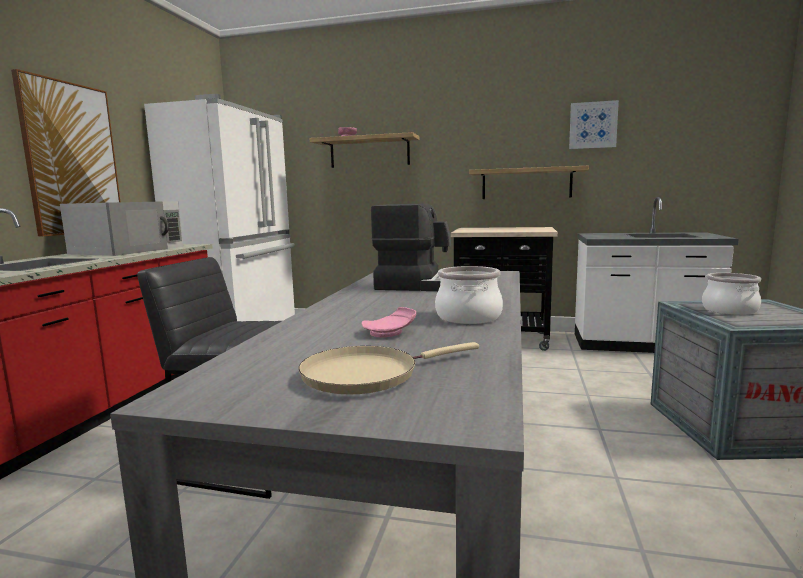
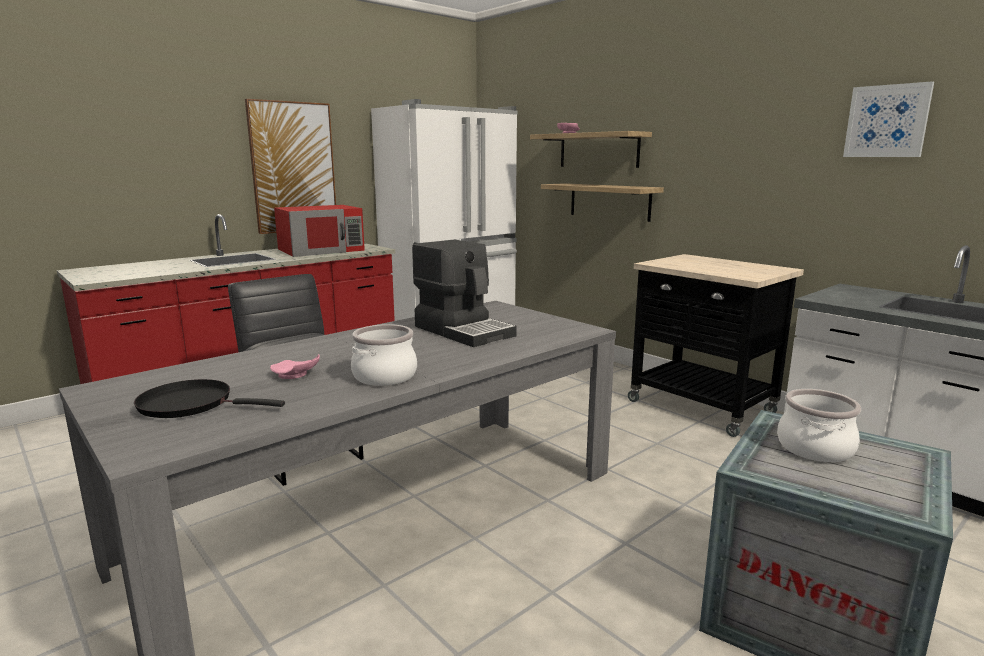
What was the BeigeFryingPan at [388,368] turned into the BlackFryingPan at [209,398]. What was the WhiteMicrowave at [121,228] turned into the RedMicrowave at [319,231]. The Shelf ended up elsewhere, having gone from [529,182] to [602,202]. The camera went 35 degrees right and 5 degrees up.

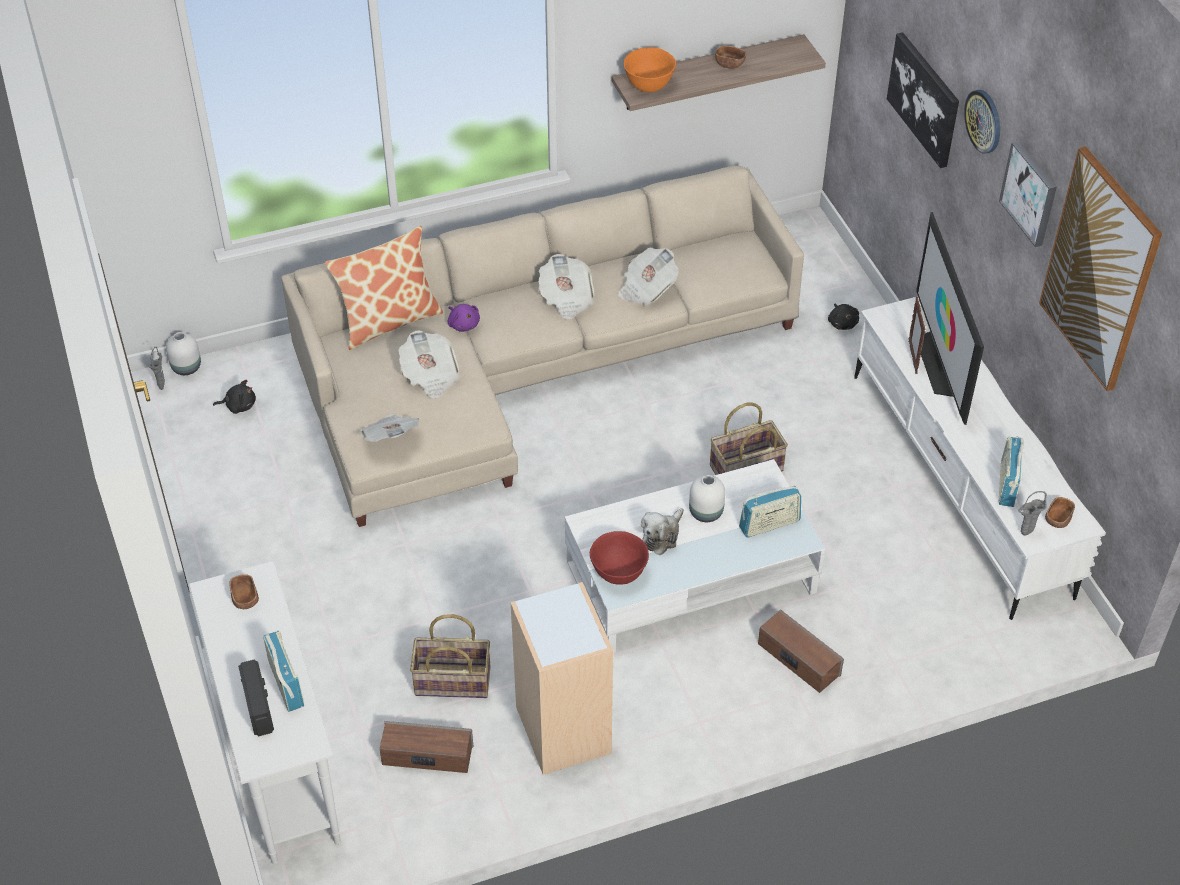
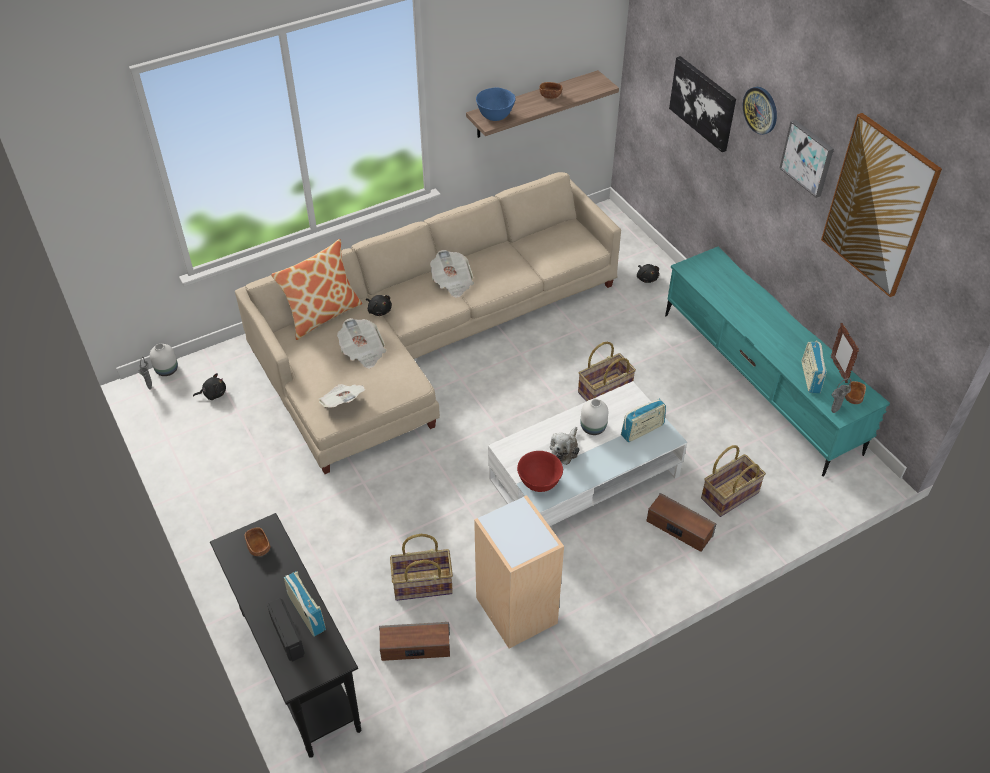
What was the WhiteConsoleTable at [265,712] turned into the BlackConsoleTable at [285,635]. What was the PurplePlushToy at [464,318] turned into the BlackPlushToy at [379,305]. What was the OrangeBowl at [650,69] turned into the BlueBowl at [496,104]. What was the WhiteTvStand at [980,458] turned into the TurquoiseTvStand at [777,362]. The second view gained the Basket at [733,481]. The PictureFrame ended up elsewhere, having gone from [917,335] to [845,353]. The second view lost the Newspaper at [648,276]. The second view lost the Television at [950,318]. The camera went 10 degrees left and 0 degrees up.

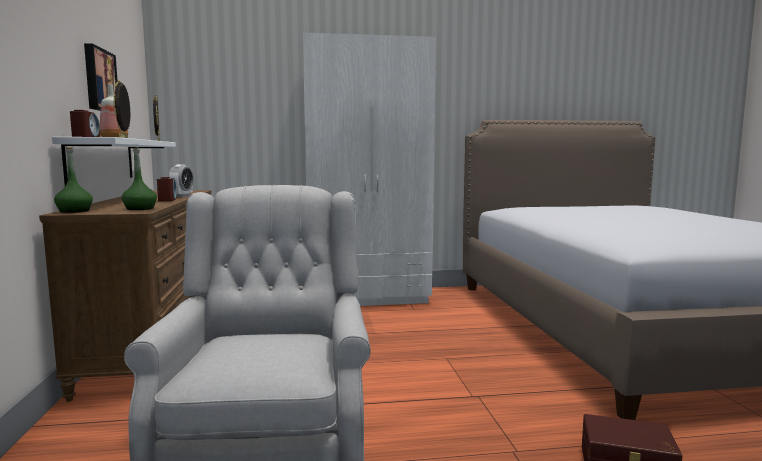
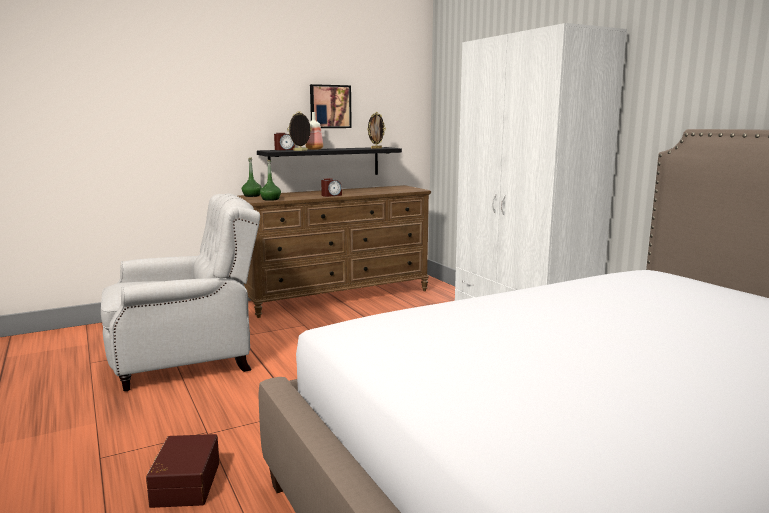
What was the WhiteShelf at [114,161] turned into the BlackShelf at [329,161]. The second view lost the AlarmClock at [181,180]. The camera went 70 degrees right and 5 degrees up.

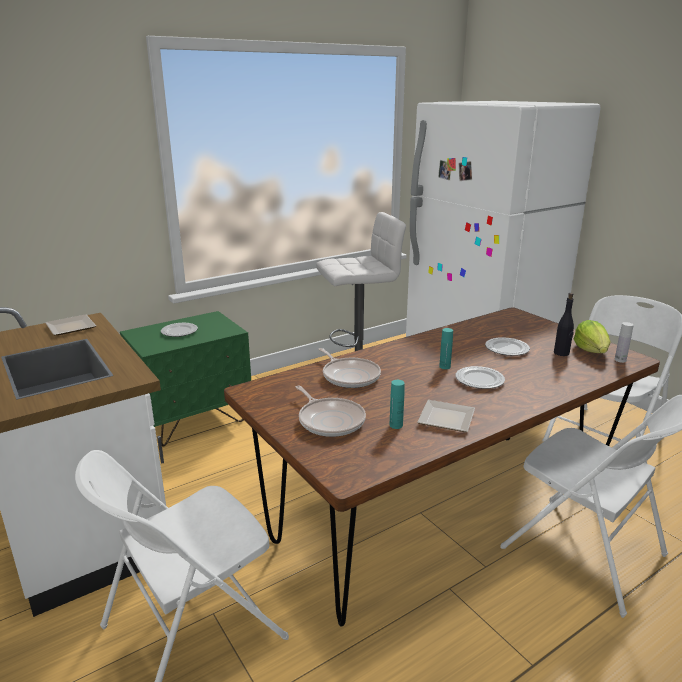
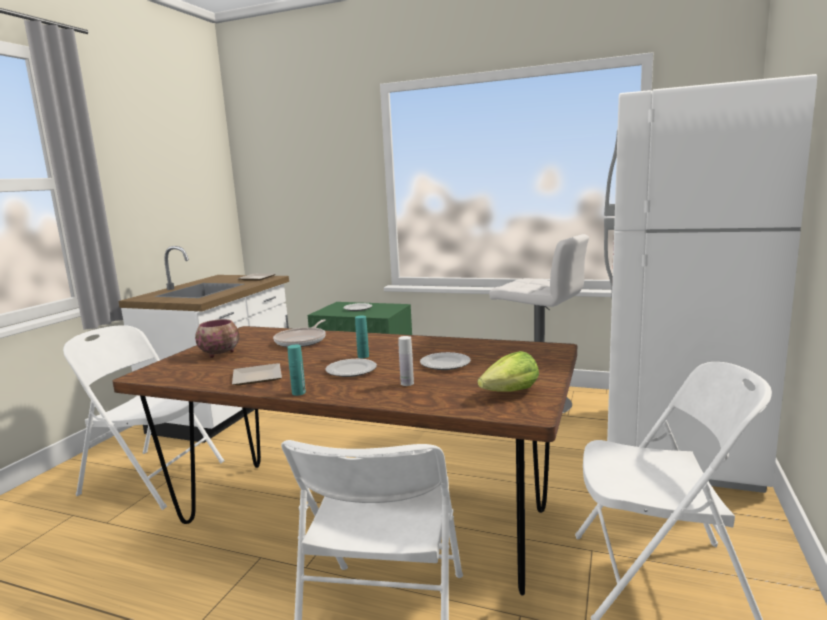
Where the FryingPan stood at [331,411], the Bowl came to stand at [217,338]. The TurquoiseBottle ended up elsewhere, having gone from [397,404] to [296,370]. The WhiteBottle ended up elsewhere, having gone from [624,342] to [406,361]. The second view lost the BlackBottle at [564,324]. The camera went 55 degrees right and 10 degrees down.

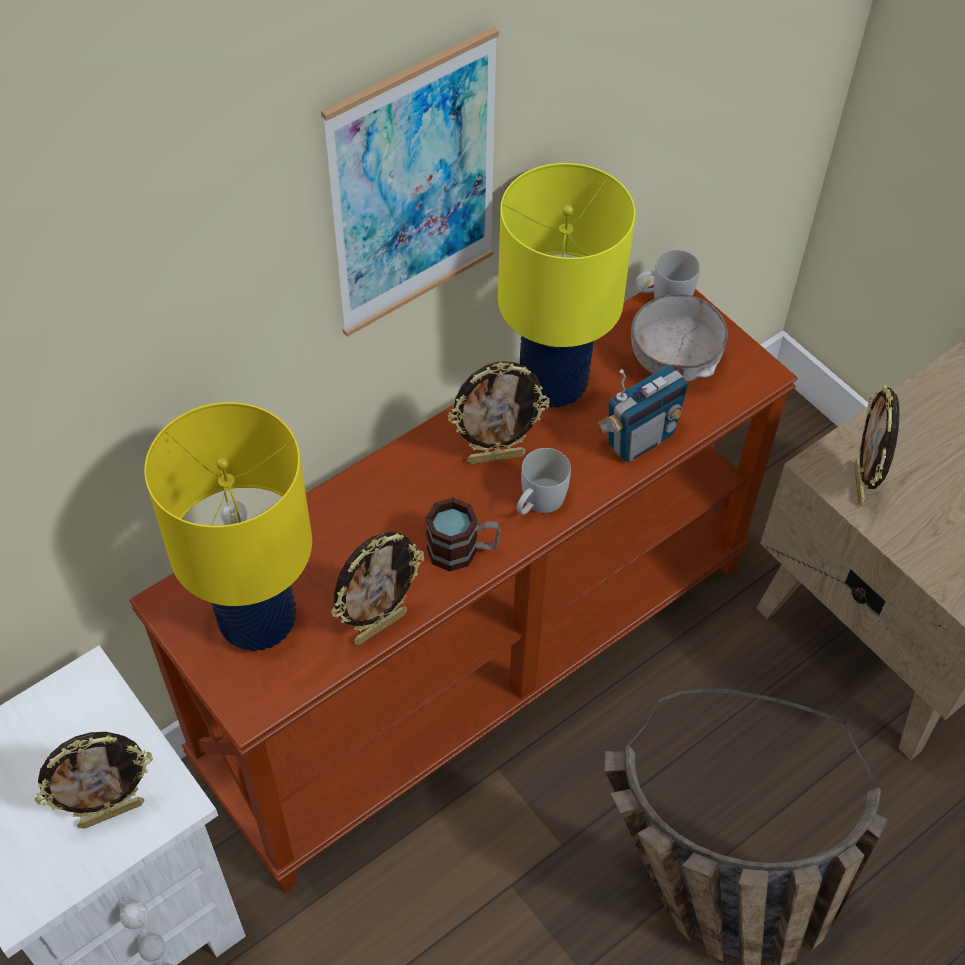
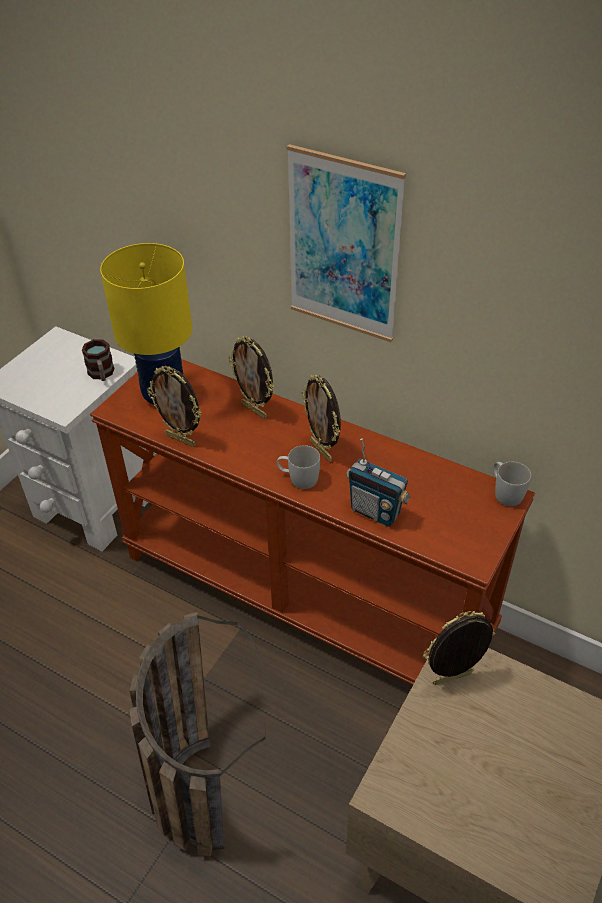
The Mug ended up elsewhere, having gone from [463,535] to [98,360]. The PictureFrame ended up elsewhere, having gone from [94,780] to [251,377]. The second view lost the YellowTableLamp at [566,285]. The second view lost the GreyBowl at [679,338]. The camera went 70 degrees right and 10 degrees down.

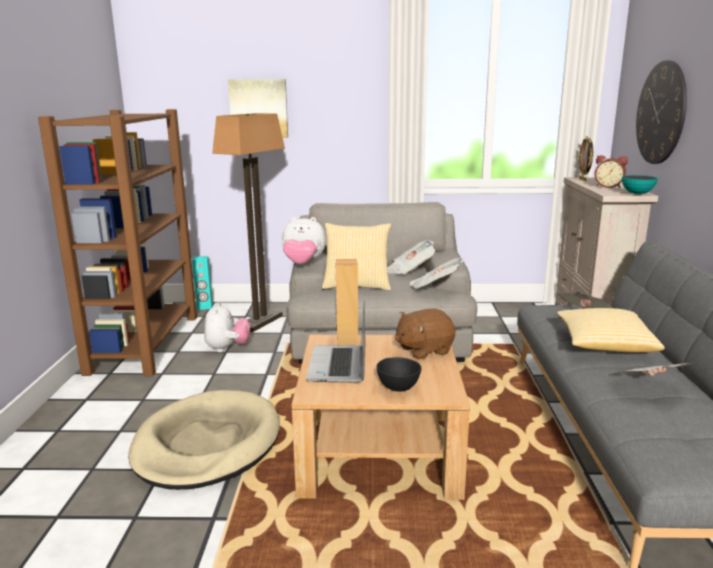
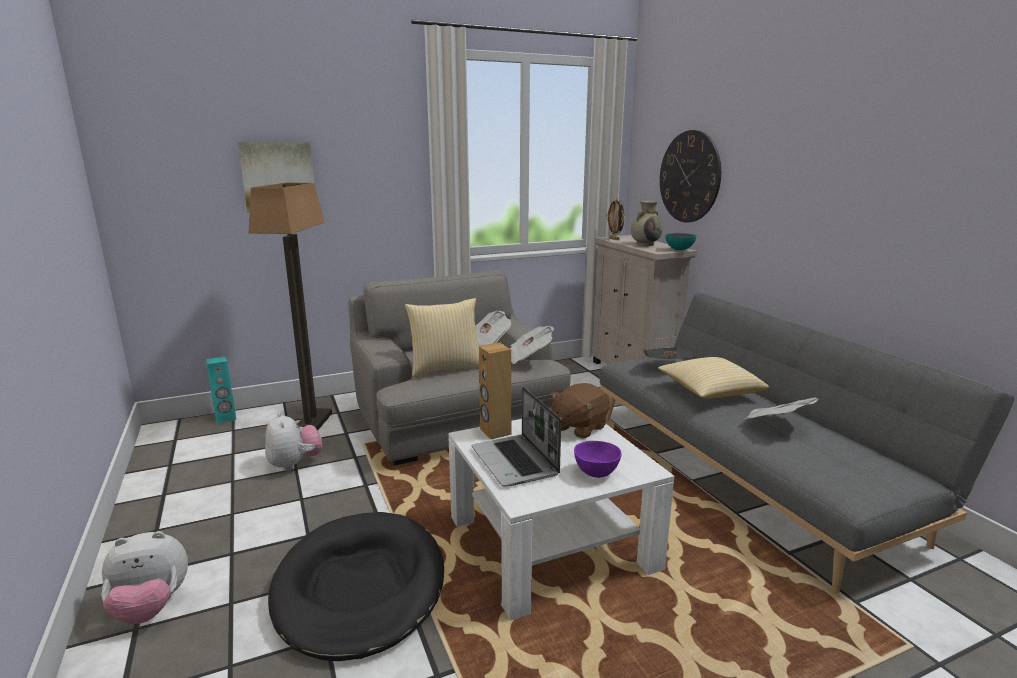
The PlushToy ended up elsewhere, having gone from [304,240] to [144,577]. What was the BeigeDogBed at [204,440] turned into the BlackDogBed at [356,586]. What was the BrownCoffeeTable at [381,417] turned into the WhiteCoffeeTable at [561,519]. What was the BlackBowl at [398,374] turned into the PurpleBowl at [598,459]. Where the AlarmClock stood at [611,171], the BeigeVase came to stand at [647,223]. The second view lost the BrownBookcase at [117,242]. The camera went 25 degrees left and 0 degrees up.

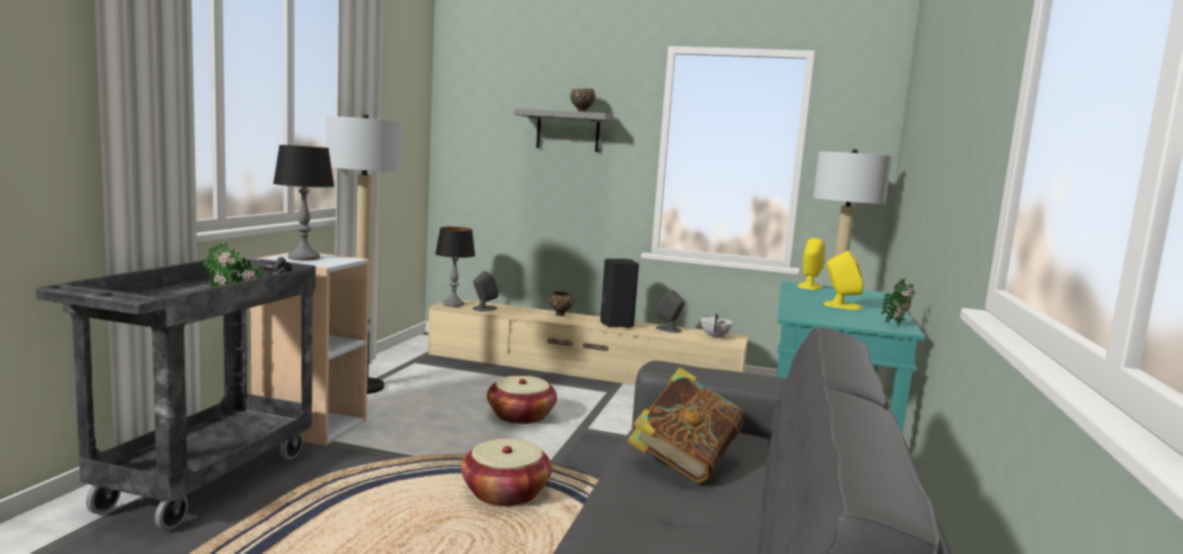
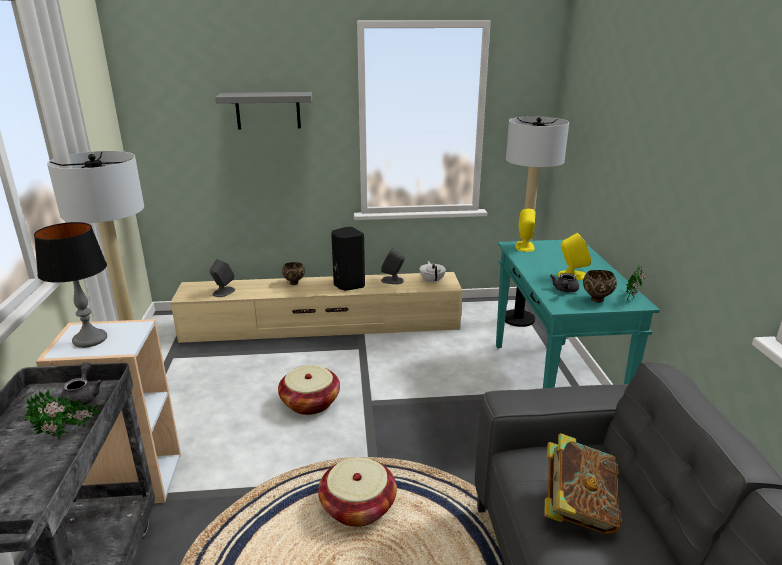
The second view gained the GreyTeapot at [564,283]. The BrownBowl ended up elsewhere, having gone from [583,100] to [600,286]. The second view lost the TableLamp at [455,267]. The camera went 20 degrees left and 15 degrees up.

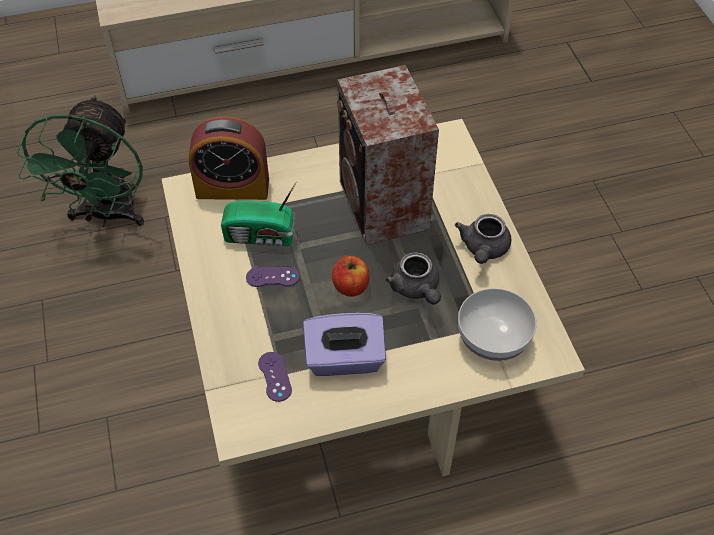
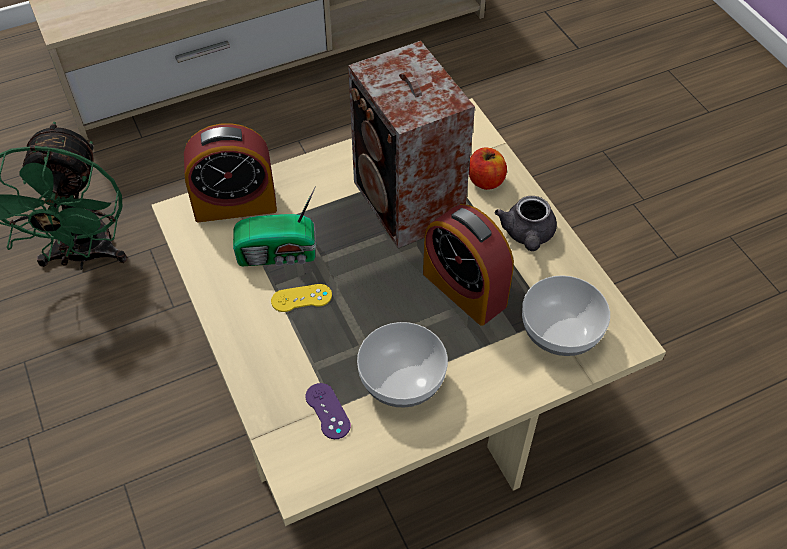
What was the PurpleGameController at [273,277] turned into the YellowGameController at [301,298]. Where the PurpleTissueBox stood at [344,344], the Bowl came to stand at [402,365]. Where the GreyTeapot stood at [413,278], the AlarmClock came to stand at [468,265]. The Apple ended up elsewhere, having gone from [350,276] to [488,168]. The camera went 10 degrees left and 0 degrees up.

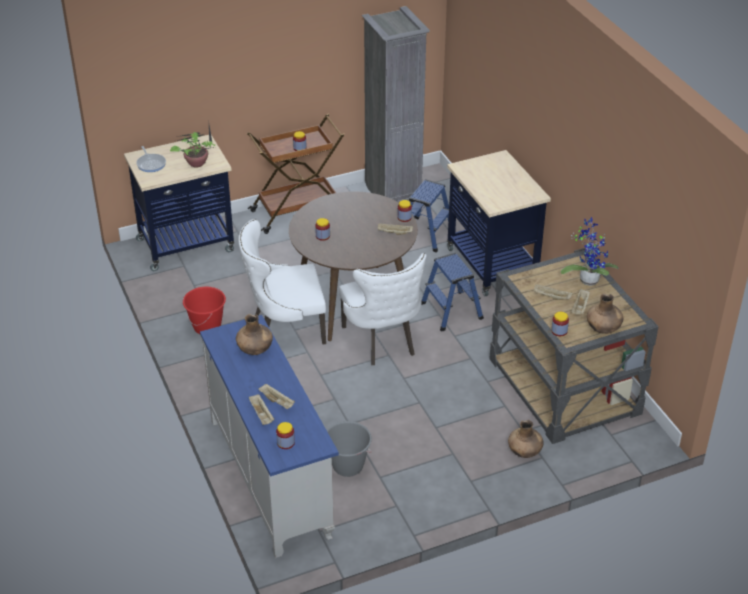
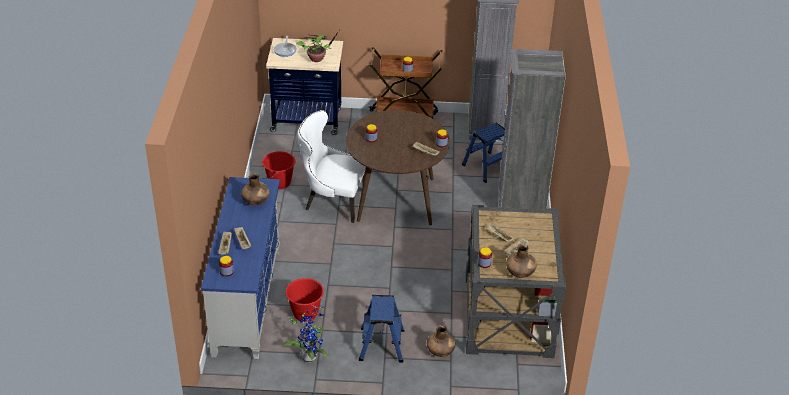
The PottedPlant ended up elsewhere, having gone from [589,251] to [306,335]. What was the GreyBucket at [349,449] turned into the RedBucket at [305,300]. The BlueStepLadder ended up elsewhere, having gone from [452,292] to [382,329]. Where the BlueCart stood at [499,223], the GreyCabinet came to stand at [532,129]. The second view lost the WhiteChair at [383,309]. The camera went 25 degrees right and 0 degrees up.

